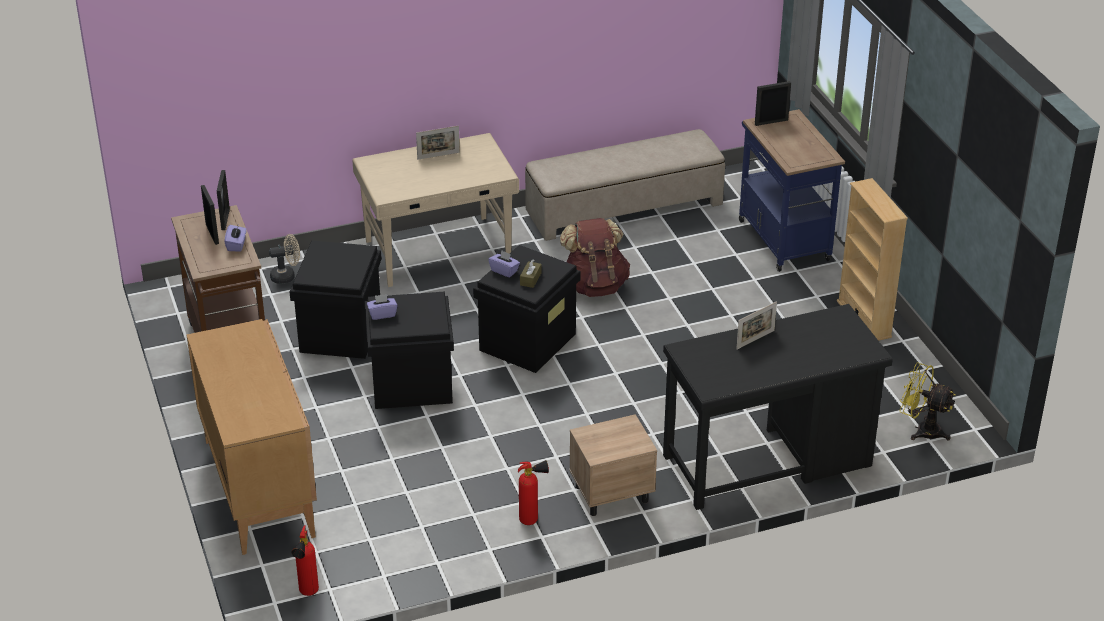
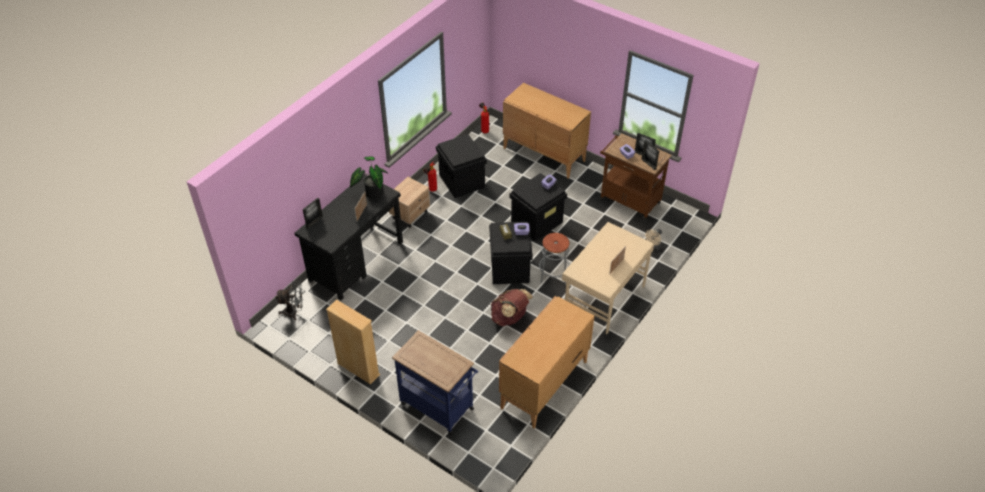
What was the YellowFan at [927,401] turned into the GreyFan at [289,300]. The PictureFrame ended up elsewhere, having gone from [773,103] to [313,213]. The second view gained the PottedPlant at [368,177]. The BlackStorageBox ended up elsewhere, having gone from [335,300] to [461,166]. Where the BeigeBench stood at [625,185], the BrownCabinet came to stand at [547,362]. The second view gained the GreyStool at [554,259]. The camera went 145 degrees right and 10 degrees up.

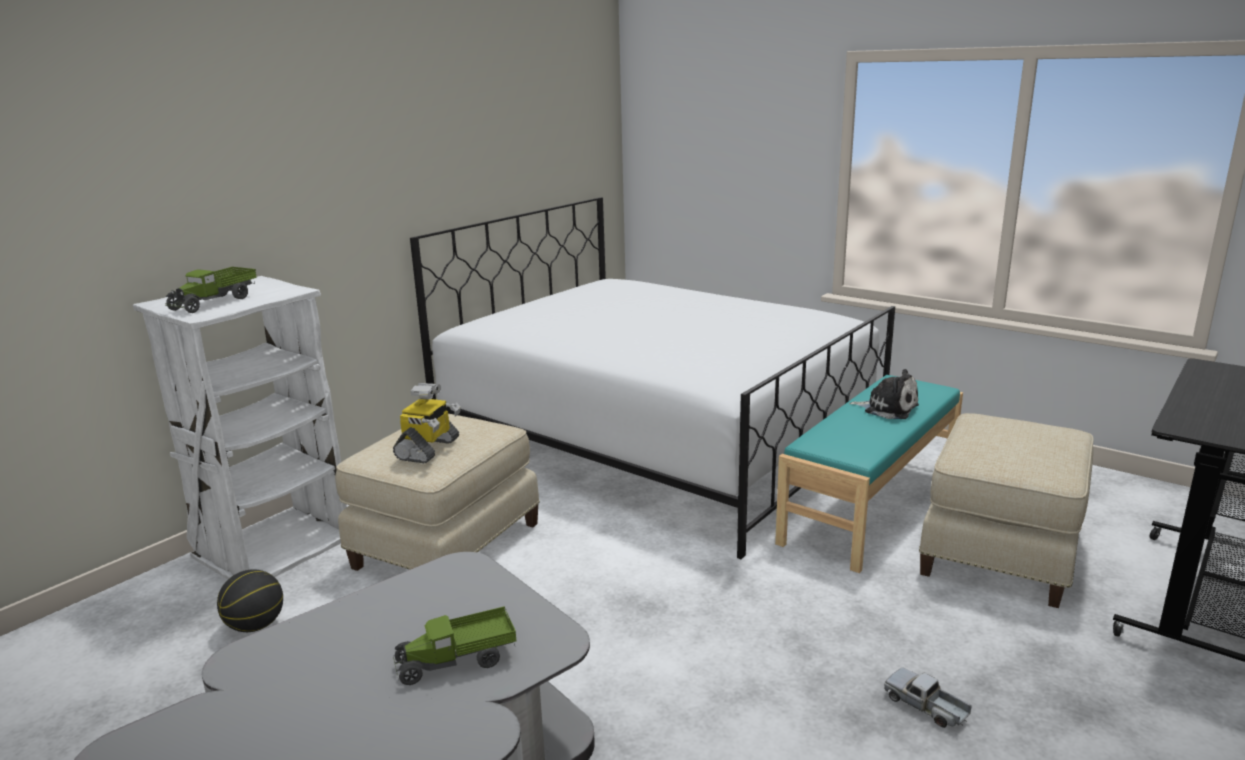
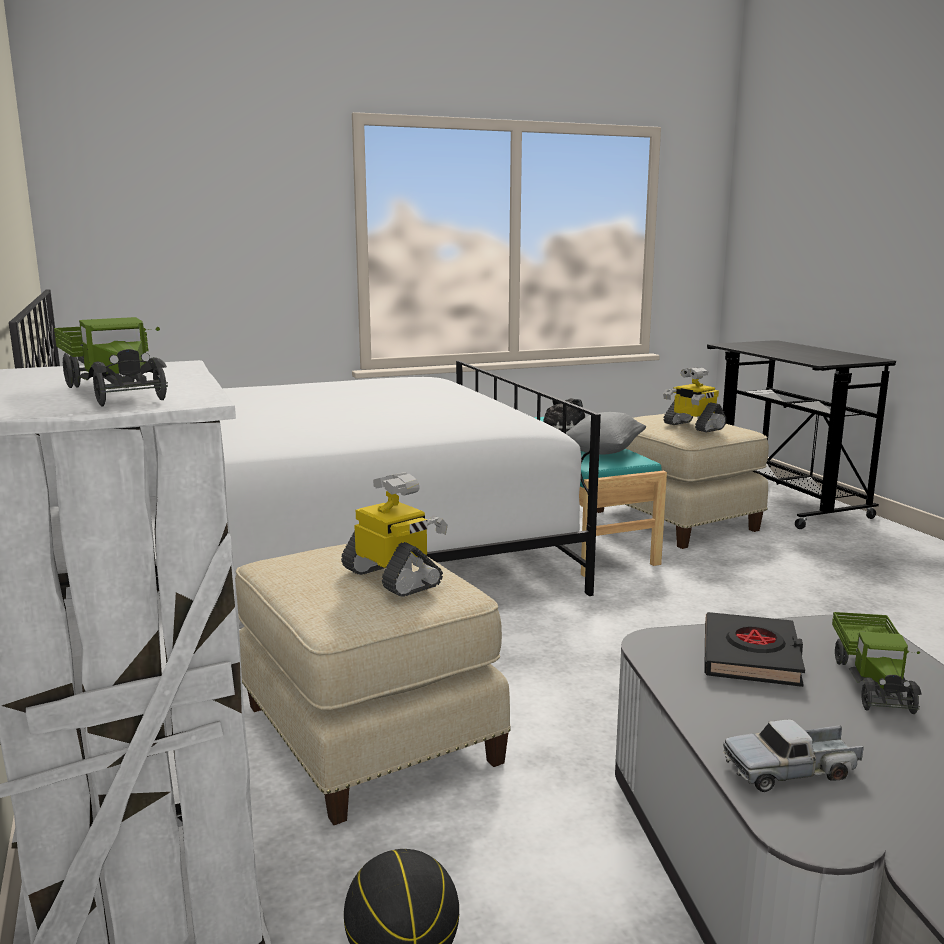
The second view gained the GreyPillow at [606,433]. The second view gained the ToyRobot at [694,400]. The second view gained the BlackBook at [754,649]. The ToyTruck ended up elsewhere, having gone from [928,698] to [793,755]. The camera went 60 degrees left and 5 degrees down.

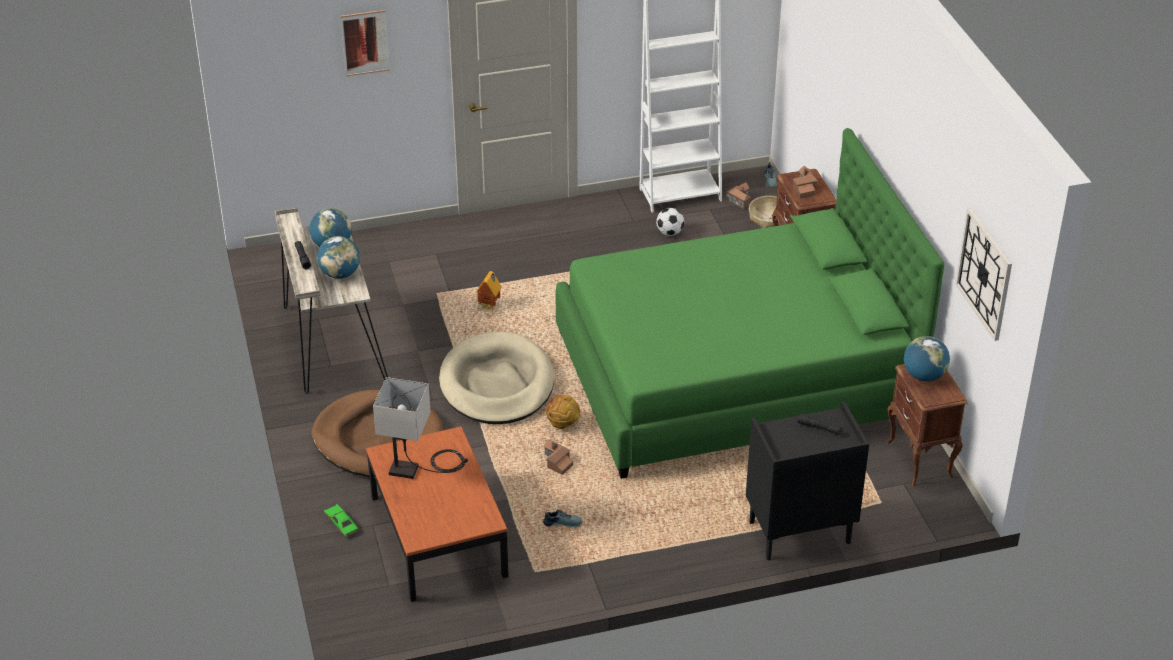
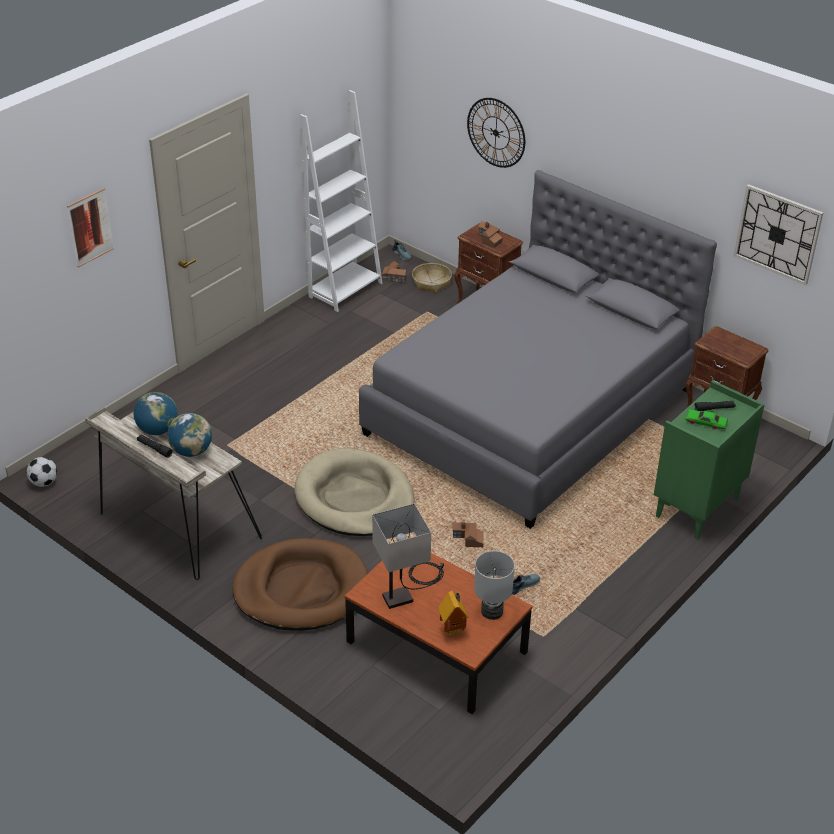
The Football ended up elsewhere, having gone from [670,222] to [42,472]. What was the GreenBed at [750,303] turned into the GreyBed at [538,349]. The ToyHouse ended up elsewhere, having gone from [489,291] to [453,614]. The second view gained the WallClock at [496,133]. The second view gained the GreyTableLamp at [494,585]. What was the BlackCabinet at [807,480] turned into the GreenCabinet at [709,460]. The GreenToyCar ended up elsewhere, having gone from [341,520] to [706,419]. The second view lost the Basketball at [563,412]. The second view lost the Globe at [927,359]. The camera went 35 degrees left and 0 degrees up.

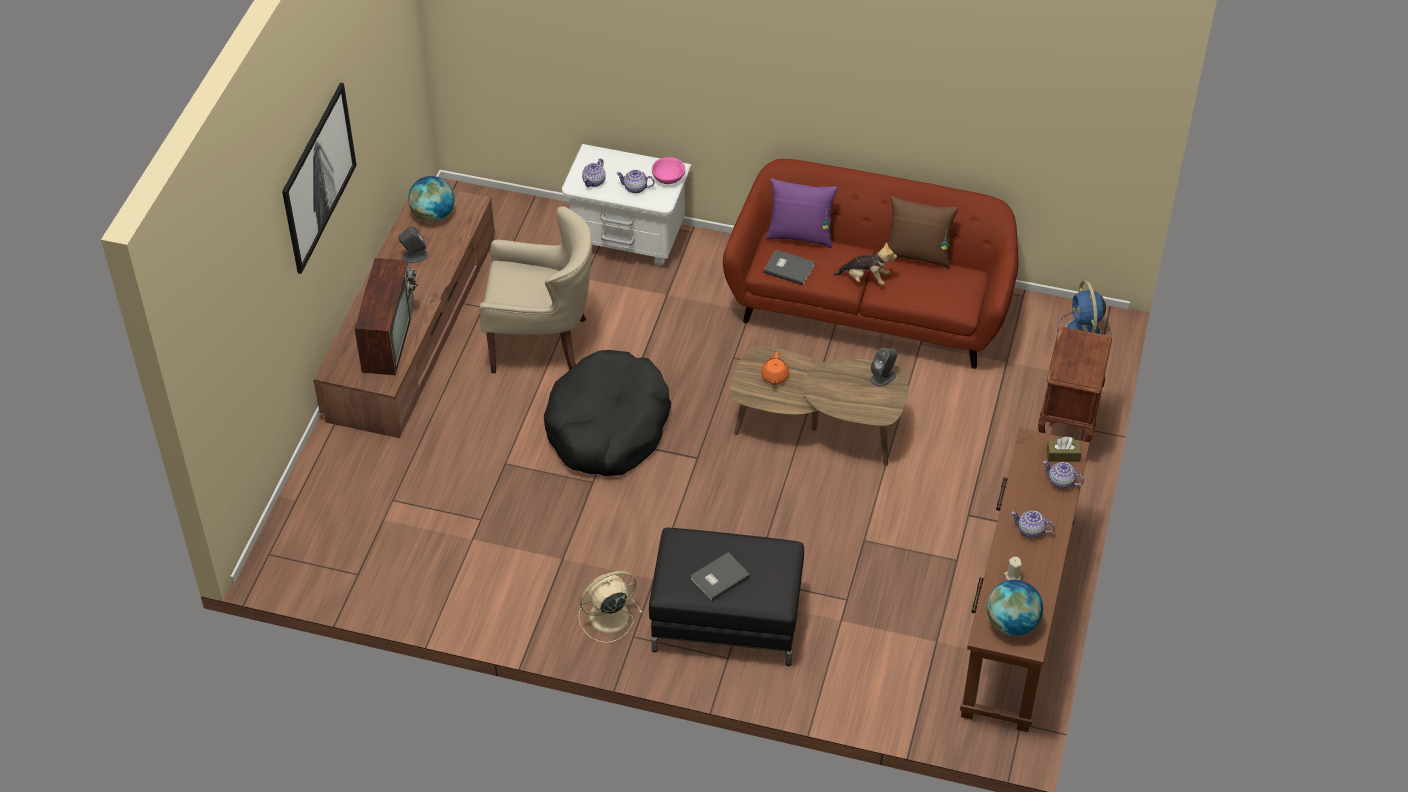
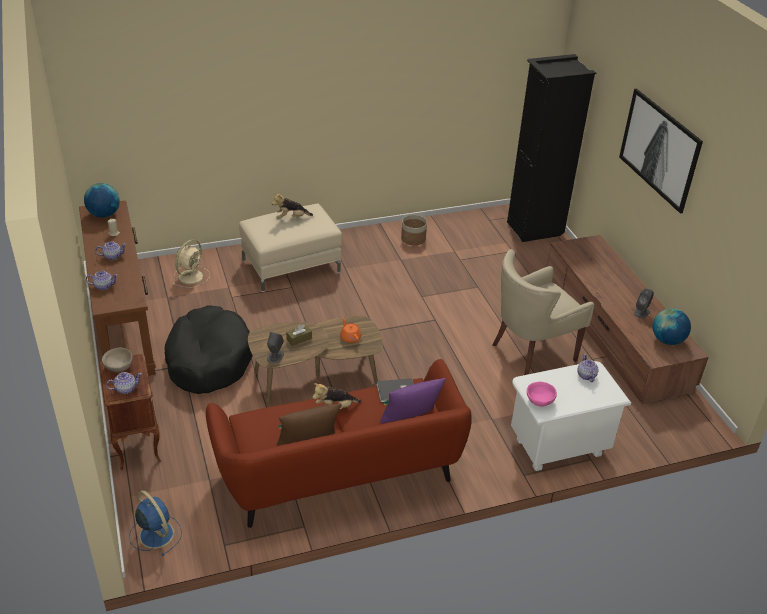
The second view gained the BeigeBowl at [117,360]. The Teapot ended up elsewhere, having gone from [635,181] to [124,383]. The BlackDogBed ended up elsewhere, having gone from [607,413] to [208,349]. The BeigeFan ended up elsewhere, having gone from [610,607] to [191,263]. What was the BlackOttoman at [726,597] turned into the BeigeOttoman at [290,247]. Where the GreyBook stood at [720,577], the PlushToy came to stand at [292,206]. The BrownTissueBox ended up elsewhere, having gone from [1064,449] to [299,335]. The second view gained the Planter at [414,230]. The second view gained the BlackCabinet at [551,148]. The second view lost the Television at [386,316]. The camera went 145 degrees right and 10 degrees down.

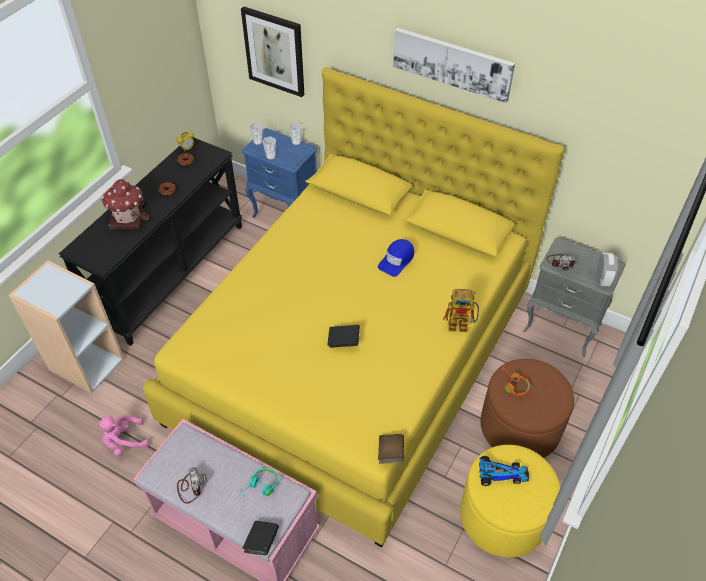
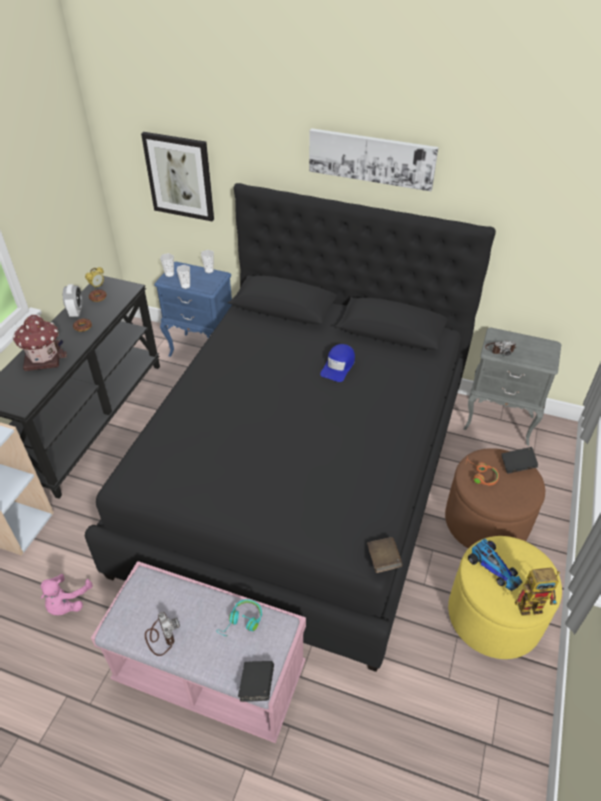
The PinkPlushToy at [122,435] ended up facing another way, 45 degrees counterclockwise from before. The AlarmClock ended up elsewhere, having gone from [608,269] to [72,300]. What was the YellowBed at [354,308] turned into the BlackBed at [290,427]. The ToyCar at [504,471] ended up facing another way, 60 degrees clockwise from before. The BlackBook ended up elsewhere, having gone from [343,336] to [519,460]. The ToyRobot ended up elsewhere, having gone from [461,310] to [537,591]. The camera went 10 degrees left and 5 degrees down.

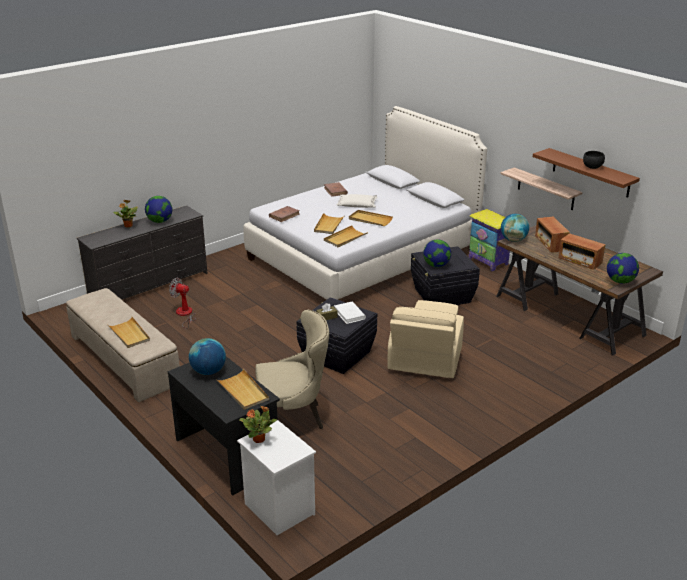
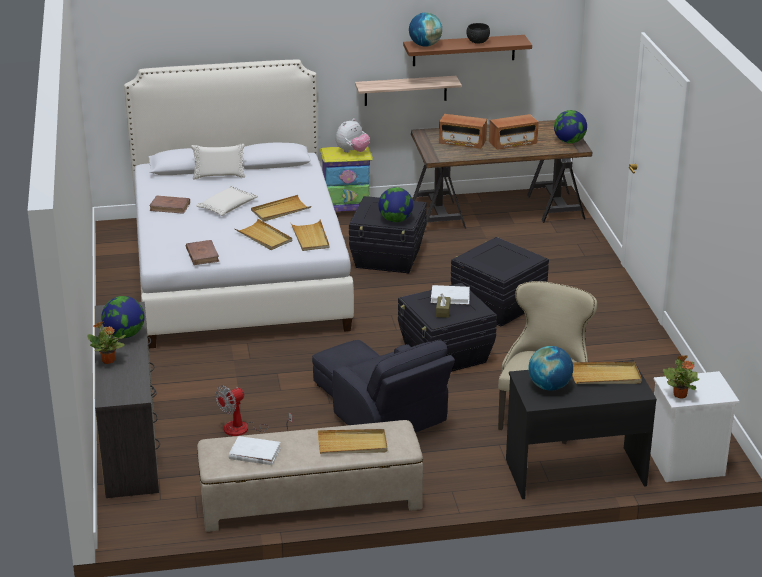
The second view gained the WhitePillow at [218,162]. The second view gained the WhiteBook at [255,450]. The second view gained the BlackArmchair at [383,386]. The second view gained the PlushToy at [353,135]. The Globe ended up elsewhere, having gone from [515,228] to [425,30]. Where the BeigeArmchair stood at [425,339], the BlackStorageBox came to stand at [500,282]. The camera went 60 degrees left and 0 degrees up.

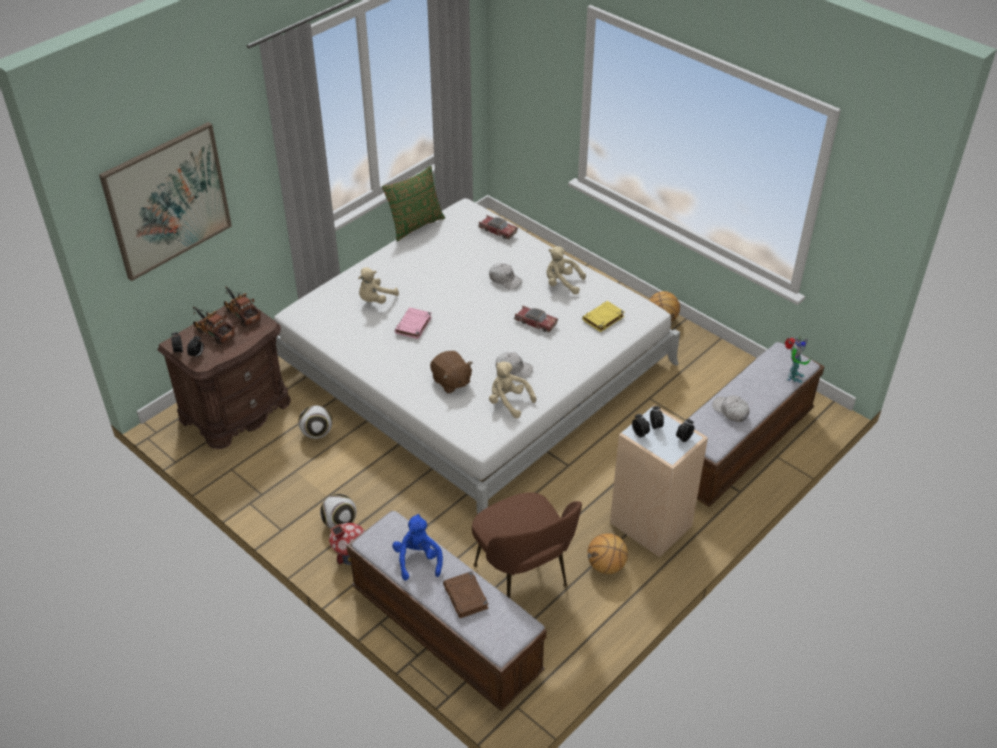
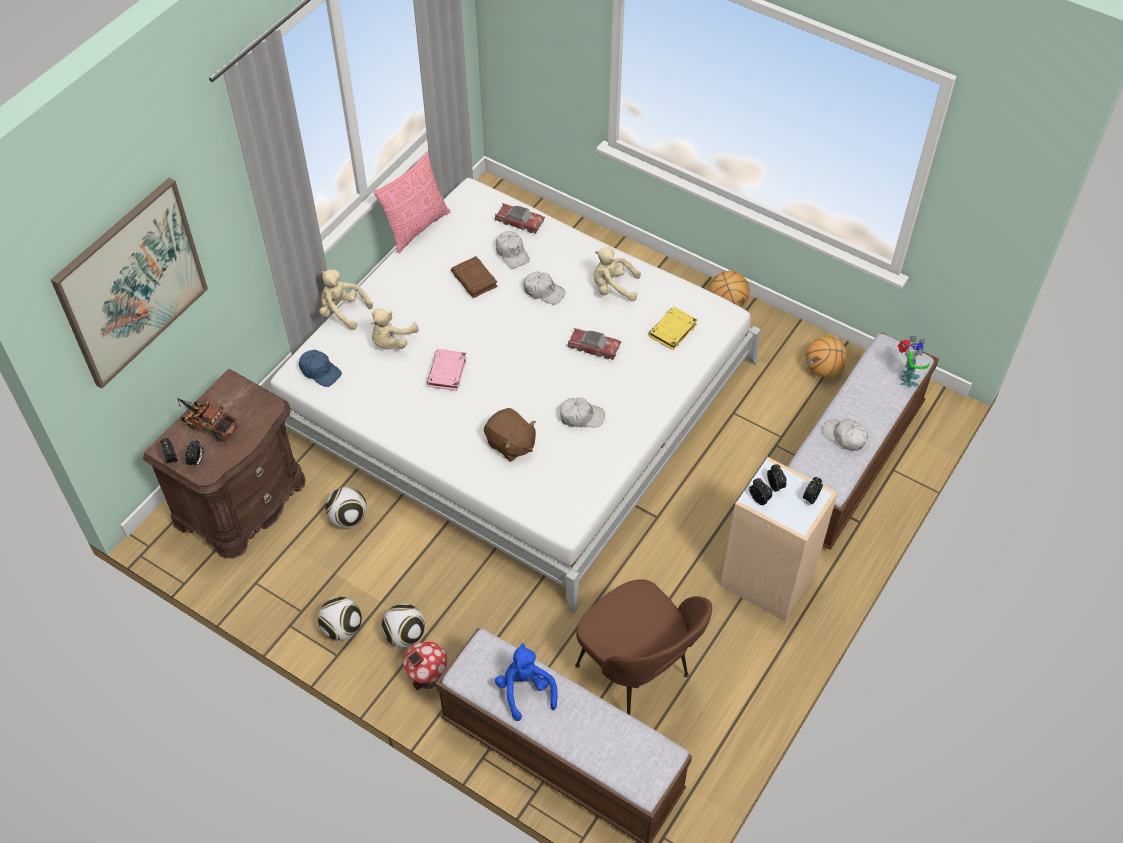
The second view gained the BlueCap at [320,368]. The second view gained the Football at [340,618]. The BeigePlushToy ended up elsewhere, having gone from [513,390] to [346,300]. What was the GreenPillow at [413,203] turned into the PinkPillow at [412,203]. The BrownBook ended up elsewhere, having gone from [465,594] to [474,277]. The second view gained the WhiteCap at [513,249]. The Basketball ended up elsewhere, having gone from [607,553] to [826,356]. The second view lost the ToyTruck at [242,306]. The camera went 10 degrees left and 10 degrees up.

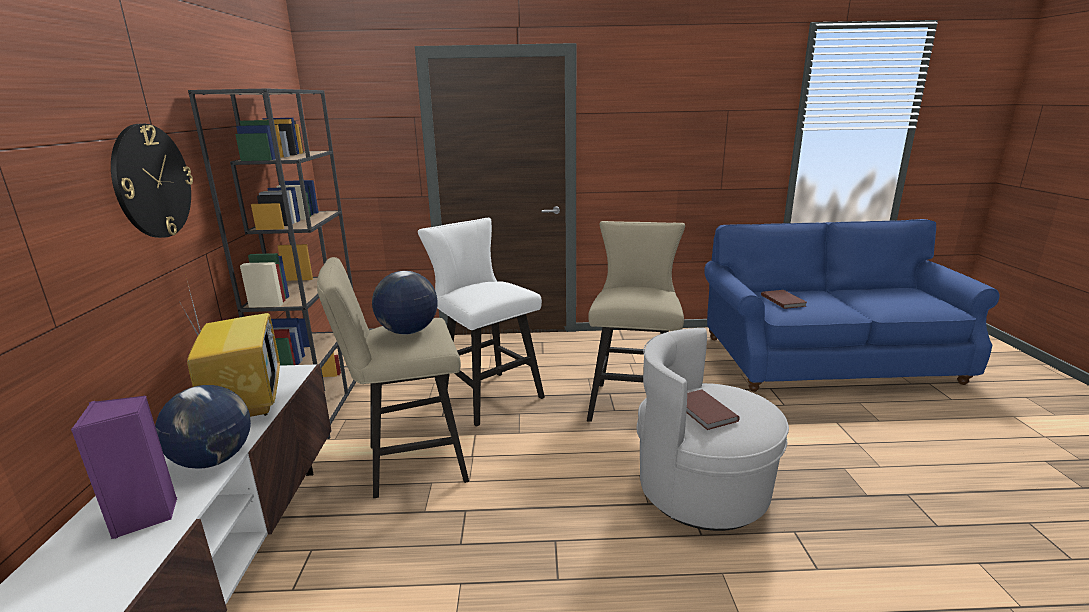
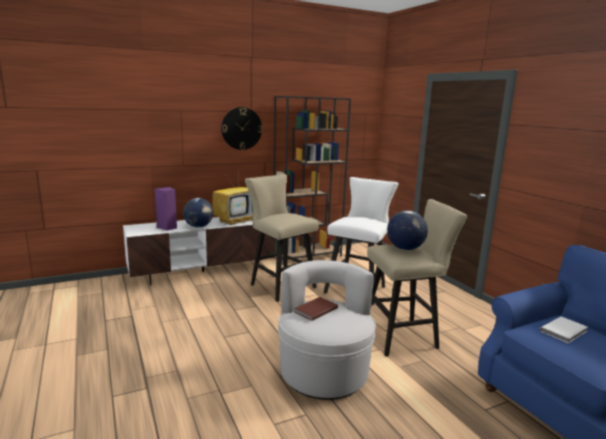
The Globe ended up elsewhere, having gone from [405,303] to [407,230]. What was the BrownBook at [784,299] turned into the WhiteBook at [564,330]. The camera went 65 degrees right and 5 degrees down.

